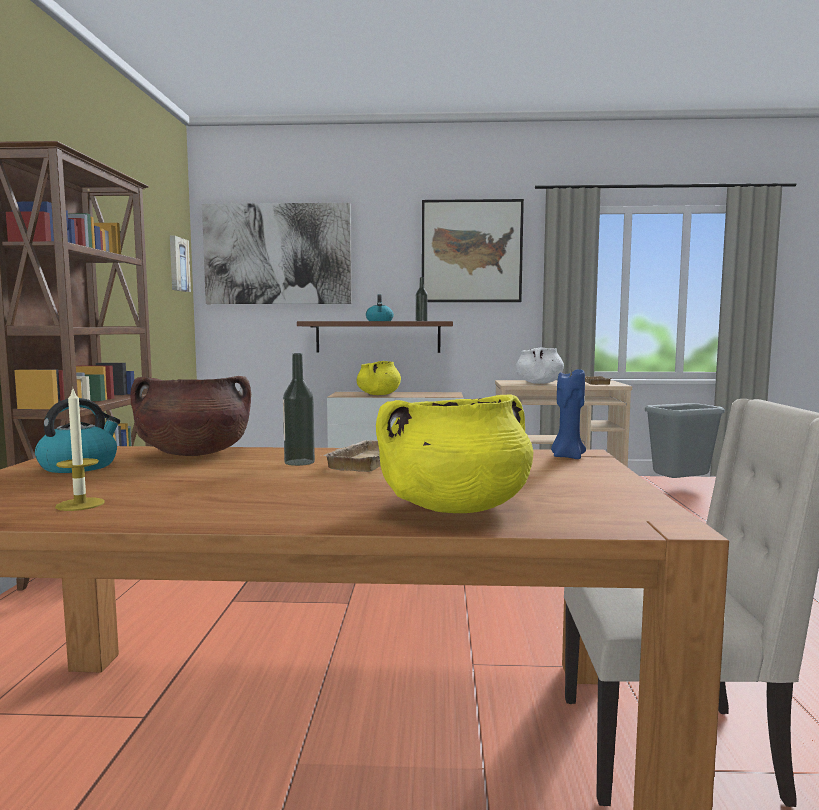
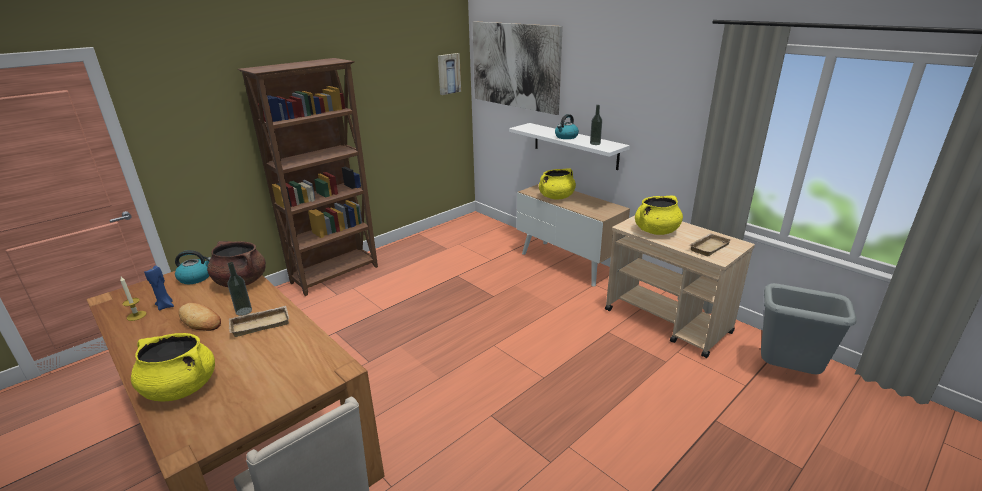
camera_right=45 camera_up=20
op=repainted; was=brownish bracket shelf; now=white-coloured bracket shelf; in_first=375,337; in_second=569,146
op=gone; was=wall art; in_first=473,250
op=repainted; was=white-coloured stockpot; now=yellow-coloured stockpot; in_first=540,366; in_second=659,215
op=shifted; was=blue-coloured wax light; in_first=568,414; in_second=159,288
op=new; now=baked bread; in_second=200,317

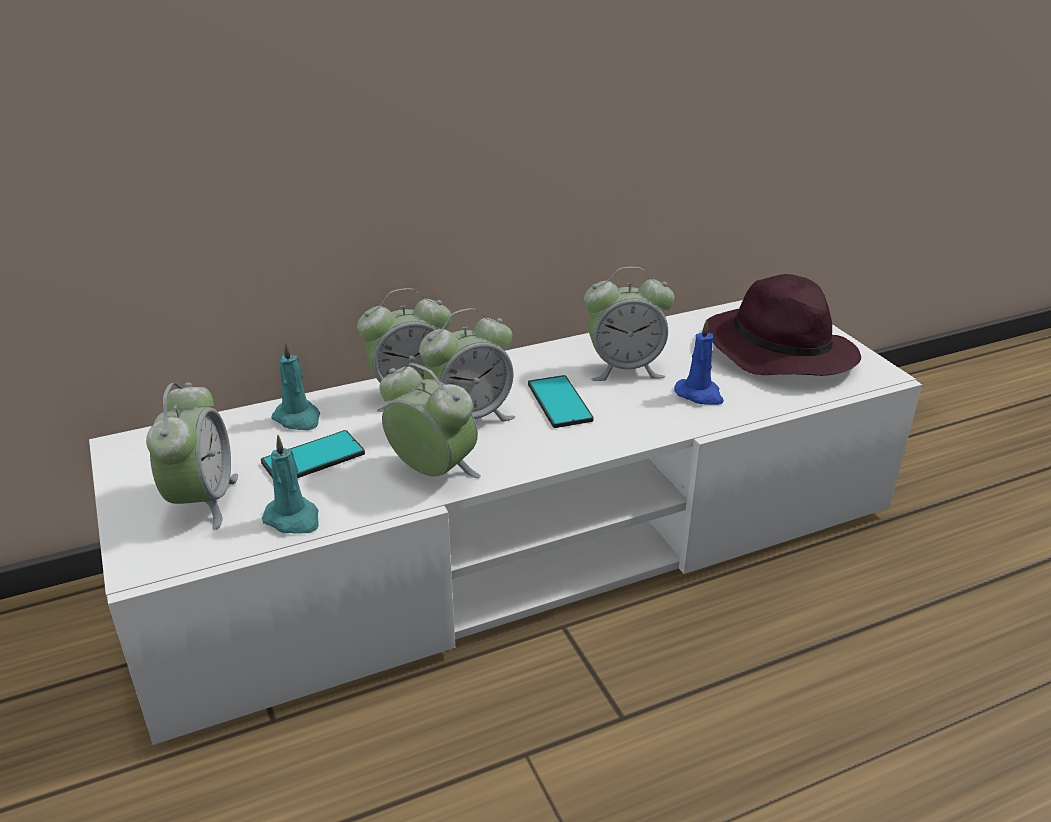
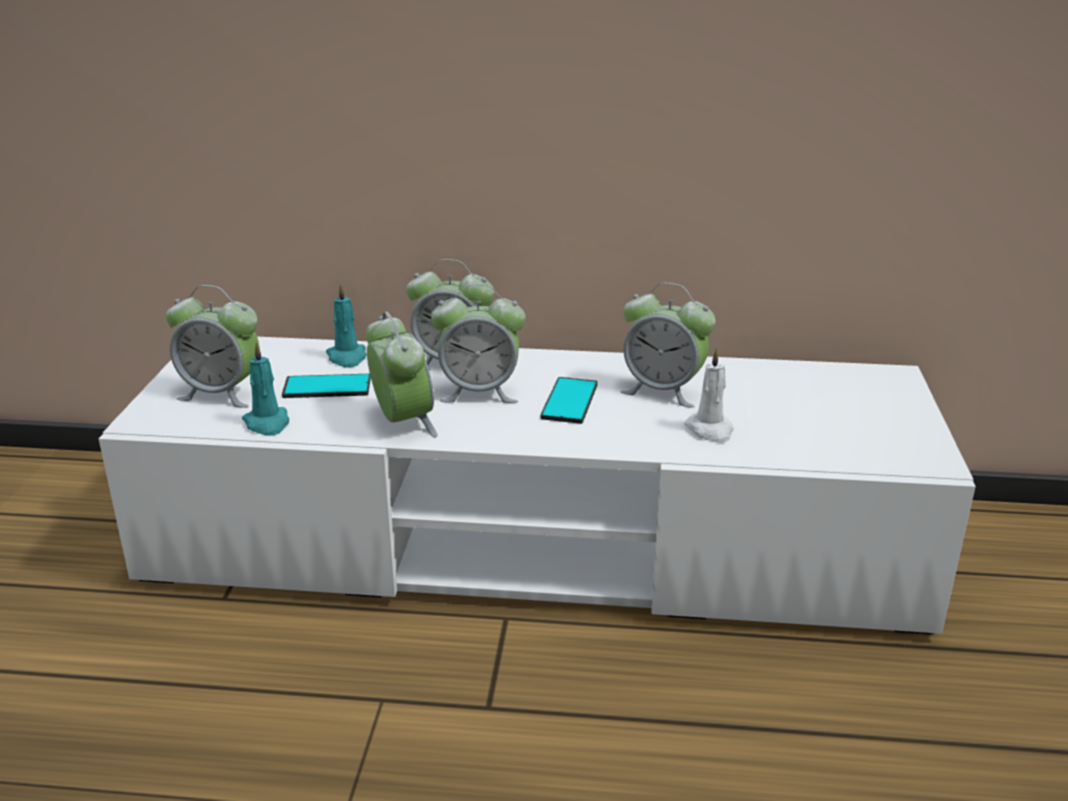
camera_right=30 camera_up=-5
op=rotated; was=bedside clock; in_first=192,456; in_second=213,346; clockwise=75
op=repainted; was=blue-coloured wax light; now=white-coloured wax light; in_first=699,362; in_second=709,395
op=gone; was=purplish clothing hat; in_first=784,325

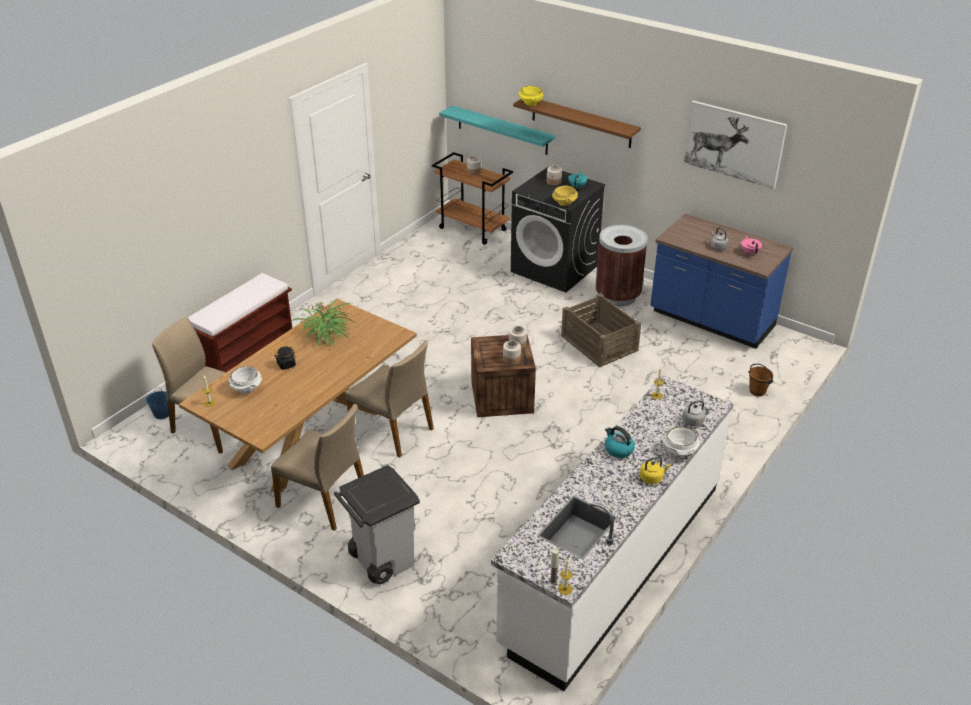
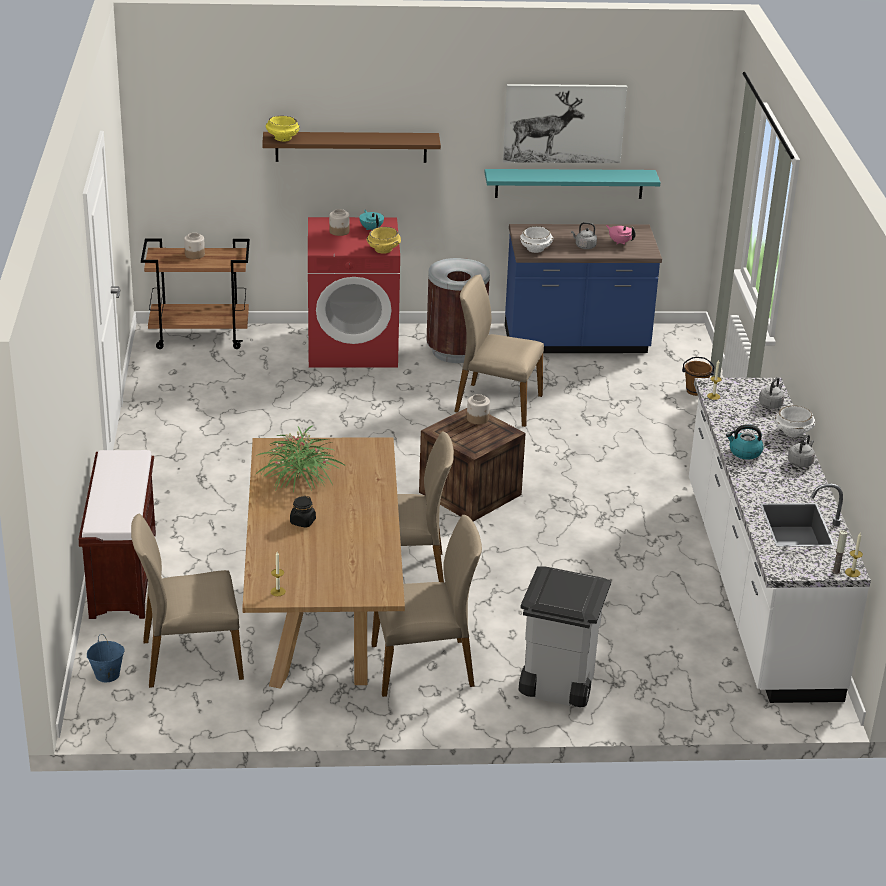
camera_right=-40 camera_up=-5
op=shifted; was=white-coloured deep dish; in_first=245,379; in_second=537,239
op=shifted; was=turquoise bracket shelf; in_first=497,130; in_second=573,184
op=gone; was=jar; in_first=512,352
op=repainted; was=blackish laundry appliance; now=red-coloured laundry appliance; in_first=558,230; in_second=354,292
op=swapped; was=packing crate; now=beige-coloured chair; in_first=601,330; in_second=499,350
op=repainted; was=yellow-coloured tea kettle; now=gray tea kettle; in_first=655,470; in_second=801,450

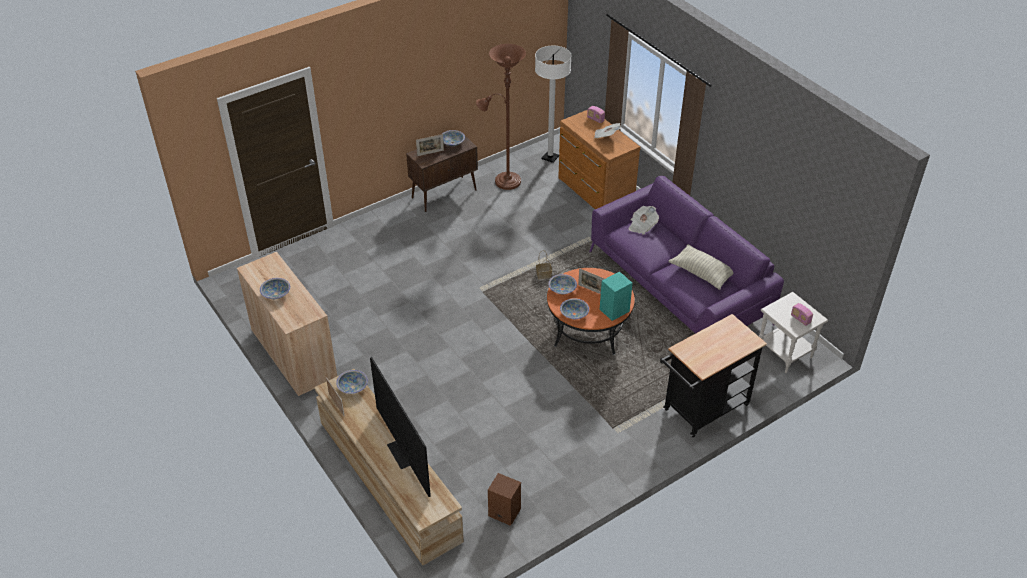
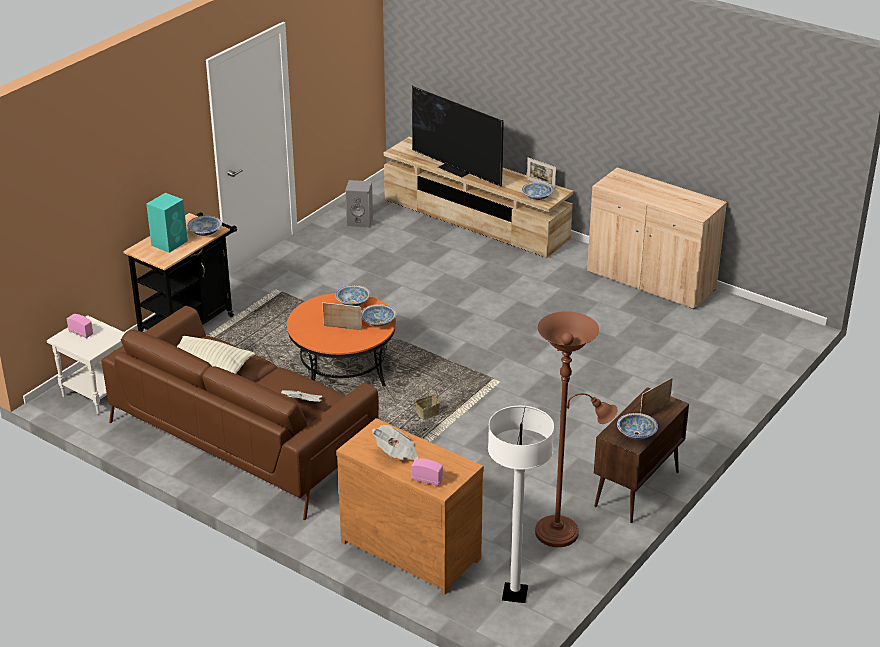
camera_right=160 camera_up=-10
op=shifted; was=deep dish; in_first=275,288; in_second=204,226
op=repainted; was=brownish loudspeaker; now=gray loudspeaker; in_first=504,499; in_second=359,204
op=repainted; was=purplish sofa; now=brownish sofa; in_first=686,255; in_second=240,413
op=shifted; was=turquoise loudspeaker; in_first=616,296; in_second=167,223

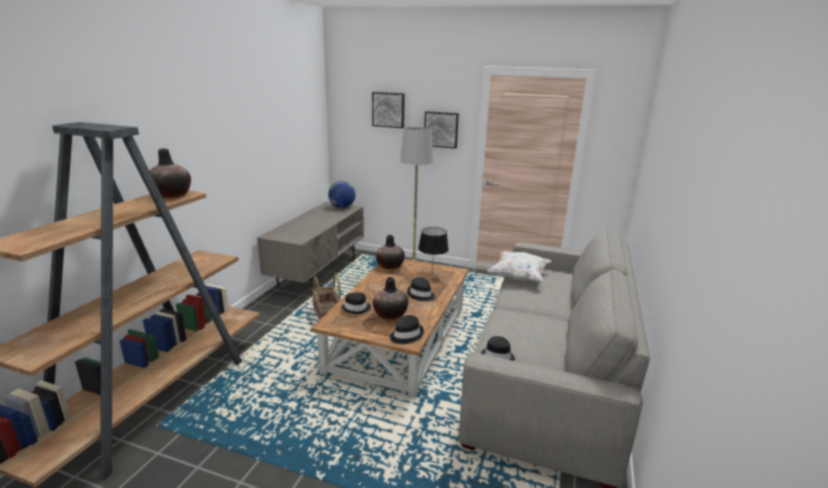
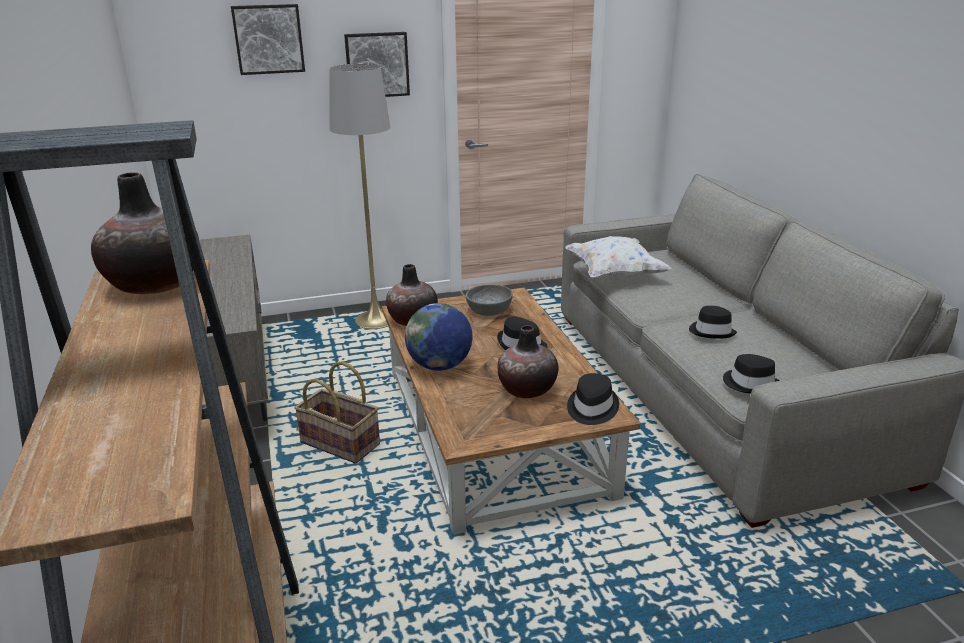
camera_right=-35 camera_up=5
op=shifted; was=globe; in_first=342,194; in_second=438,337
op=shifted; was=blackish clothing hat; in_first=356,303; in_second=713,322
op=swapped; was=blackish lamp for a table; now=gray deep dish; in_first=433,250; in_second=489,300

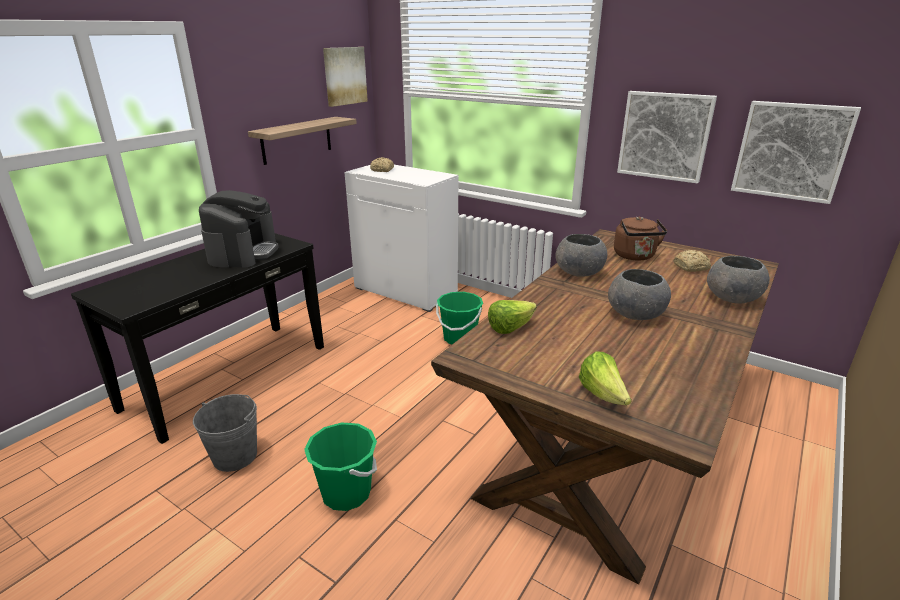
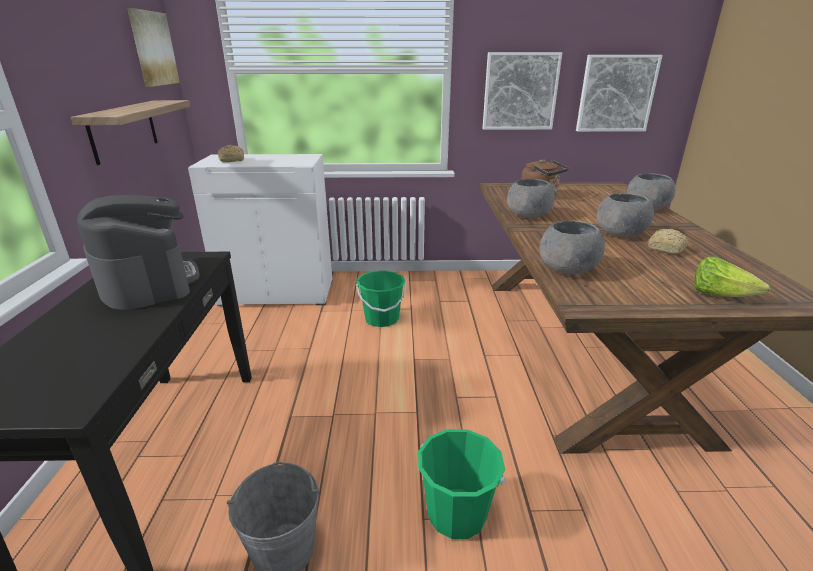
camera_right=-35 camera_up=0
op=swapped; was=lettuce; now=gray deep dish; in_first=512,317; in_second=572,248
op=shifted; was=baked bread; in_first=692,261; in_second=668,242

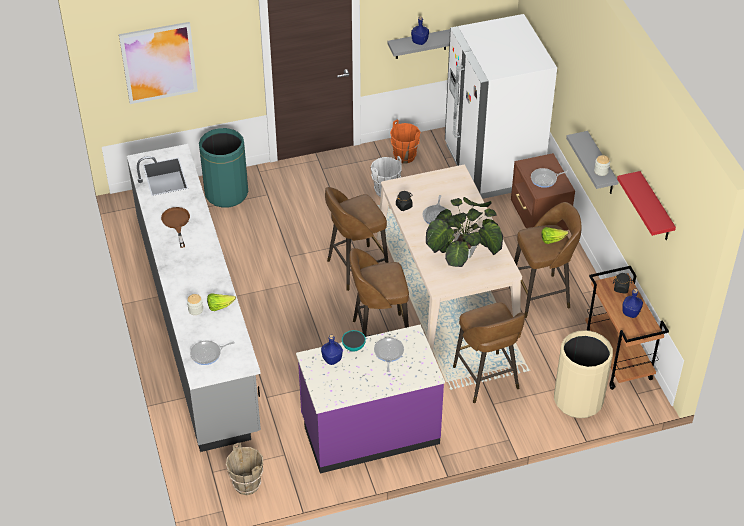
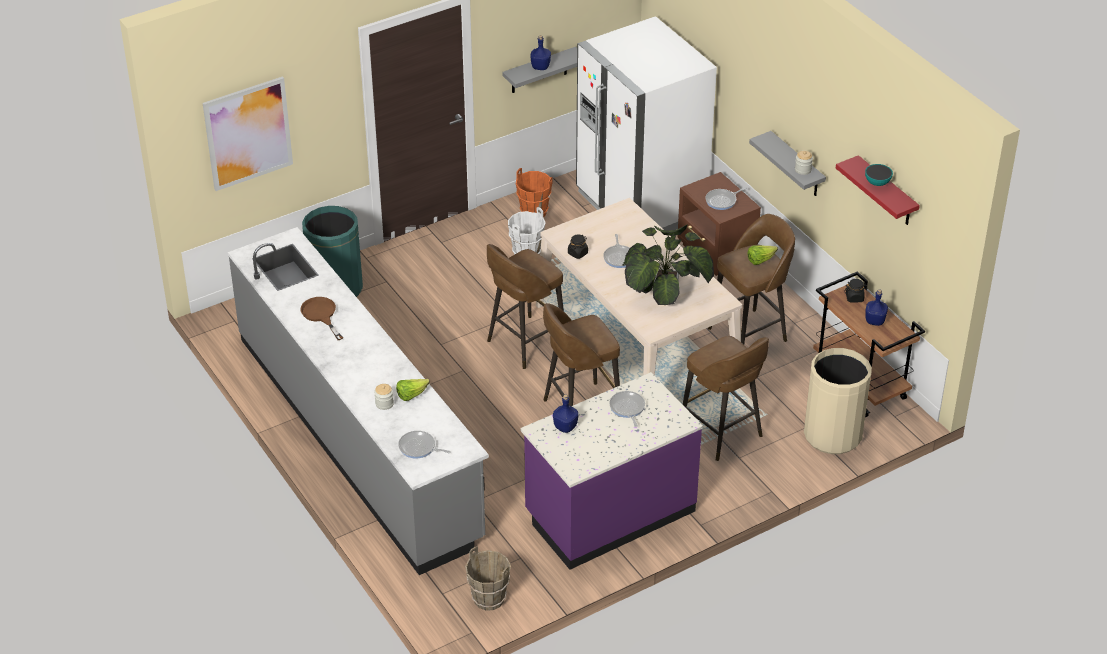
camera_right=-15 camera_up=-5
op=rotated; was=pan; in_first=212,352; in_second=424,445; clockwise=60
op=shifted; was=deep dish; in_first=354,340; in_second=879,175

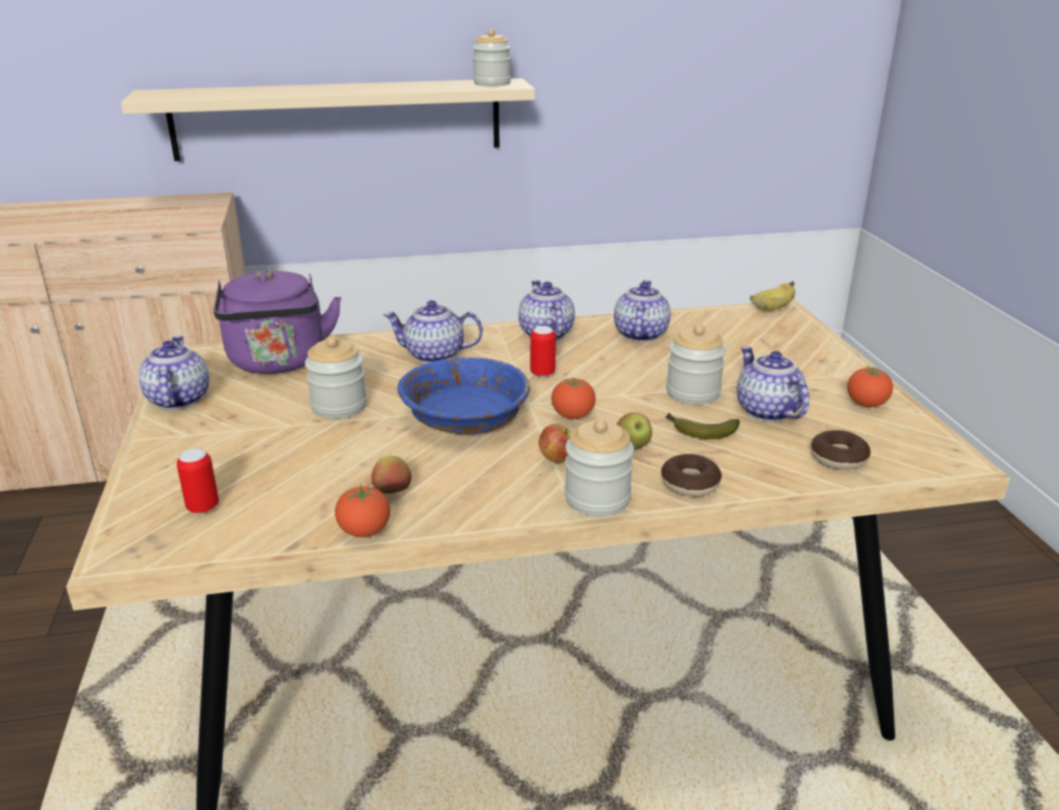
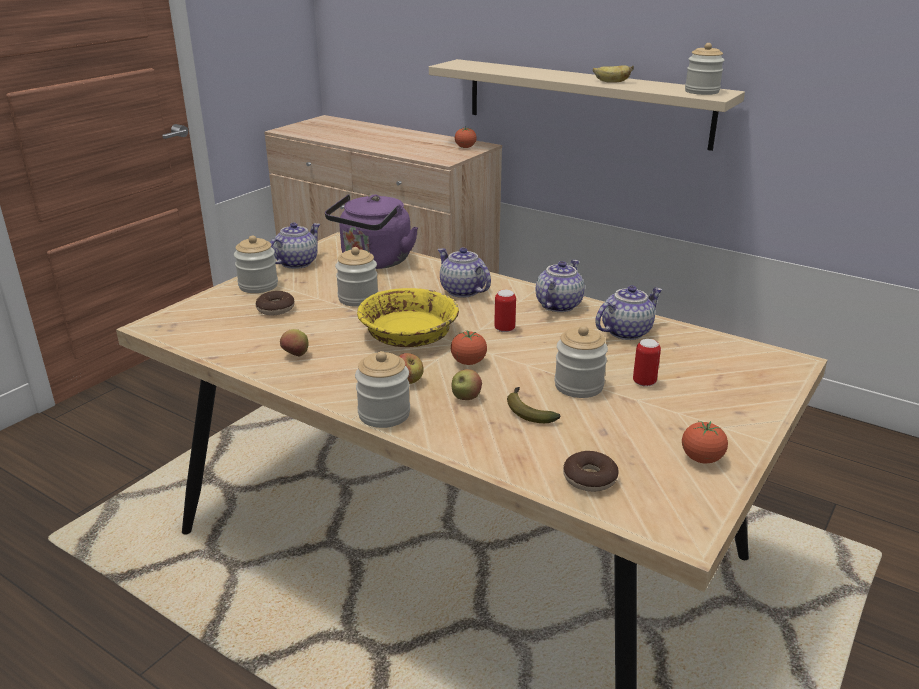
camera_right=45 camera_up=0
op=shifted; was=sealed can; in_first=198,481; in_second=647,363
op=shifted; was=whole tomato; in_first=362,510; in_second=466,137
op=repainted; was=blue-coloured deep dish; now=yellow-coloured deep dish; in_first=463,395; in_second=408,317
op=shifted; was=donut; in_first=691,475; in_second=275,303
op=gone; was=pot for tea; in_first=773,384
op=shifted; was=banana fruit; in_first=772,296; in_second=613,74
op=new; now=jar; in_second=256,264

